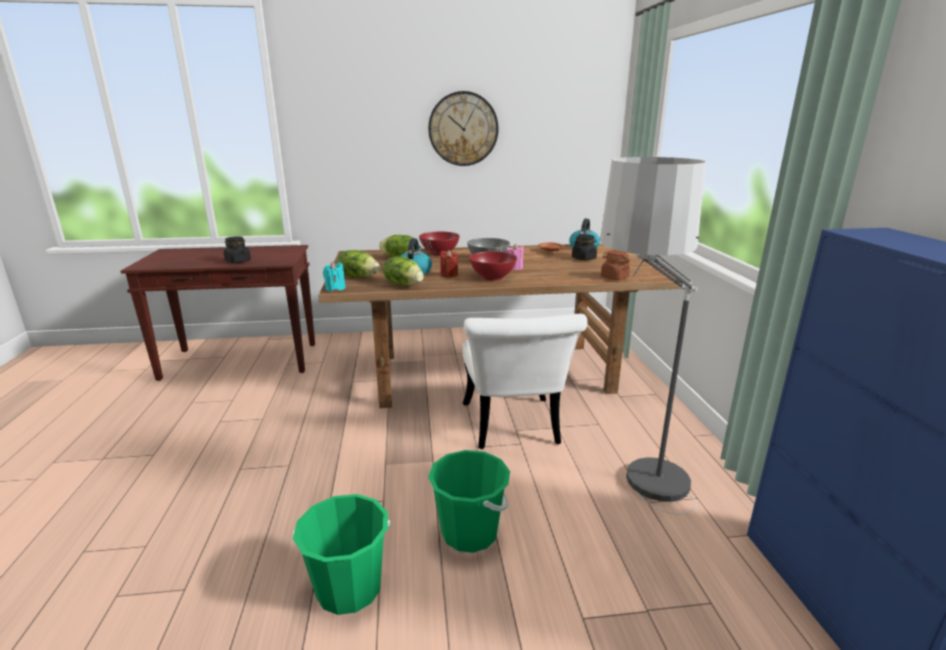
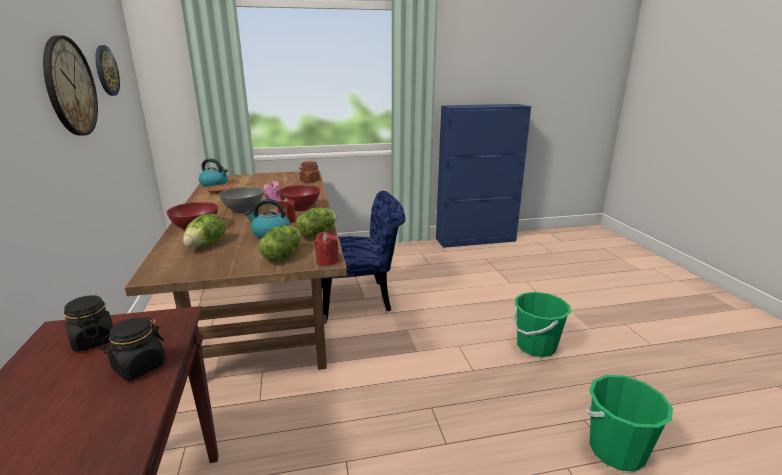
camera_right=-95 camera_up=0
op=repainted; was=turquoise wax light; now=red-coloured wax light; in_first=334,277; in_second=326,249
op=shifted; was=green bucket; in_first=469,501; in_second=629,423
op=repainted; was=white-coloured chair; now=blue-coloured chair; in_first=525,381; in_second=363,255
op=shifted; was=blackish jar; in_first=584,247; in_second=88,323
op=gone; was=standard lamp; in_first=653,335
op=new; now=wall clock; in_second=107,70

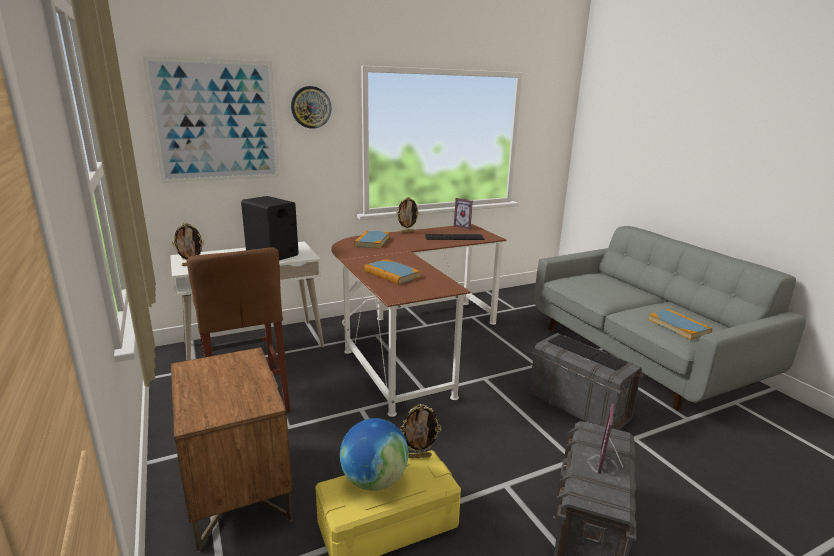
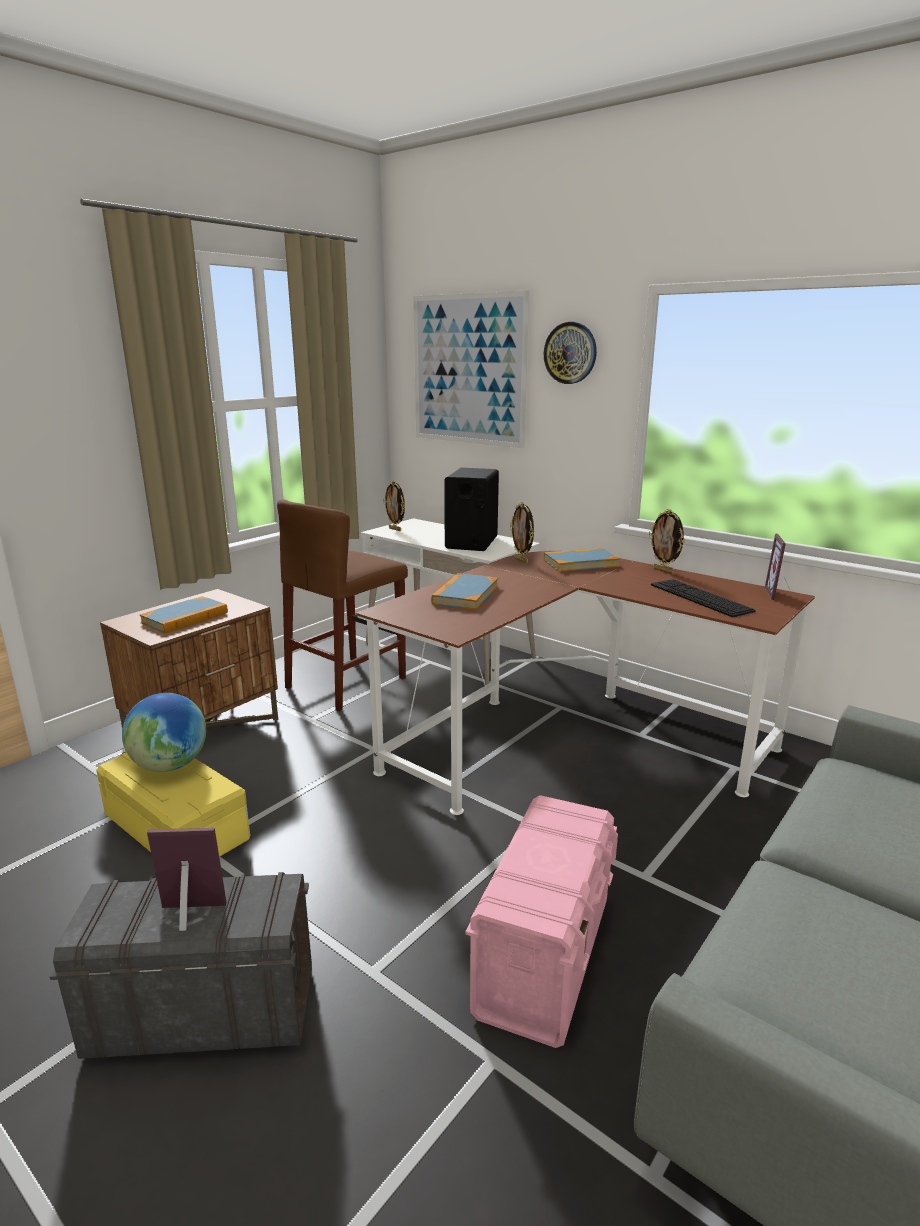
camera_right=65 camera_up=0
op=shifted; was=standing frame; in_first=420,431; in_second=522,532
op=repainted; was=gray storage box; now=pink-coloured storage box; in_first=586,381; in_second=541,921
op=gone; was=PC keyboard; in_first=587,352
op=shifted; was=bound book; in_first=680,324; in_second=184,614

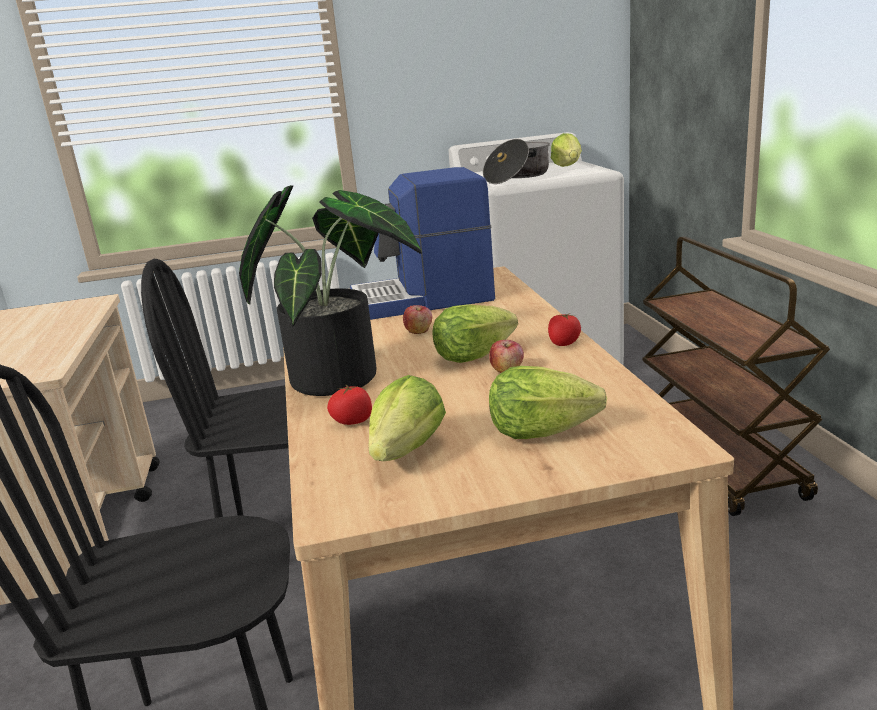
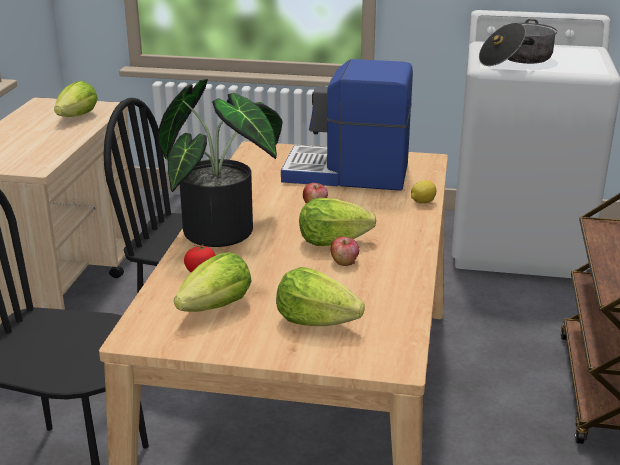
camera_right=20 camera_up=5
op=gone; was=whole tomato; in_first=564,329
op=shifted; was=lettuce; in_first=566,150; in_second=76,98
op=new; now=whole lemon; in_second=423,192

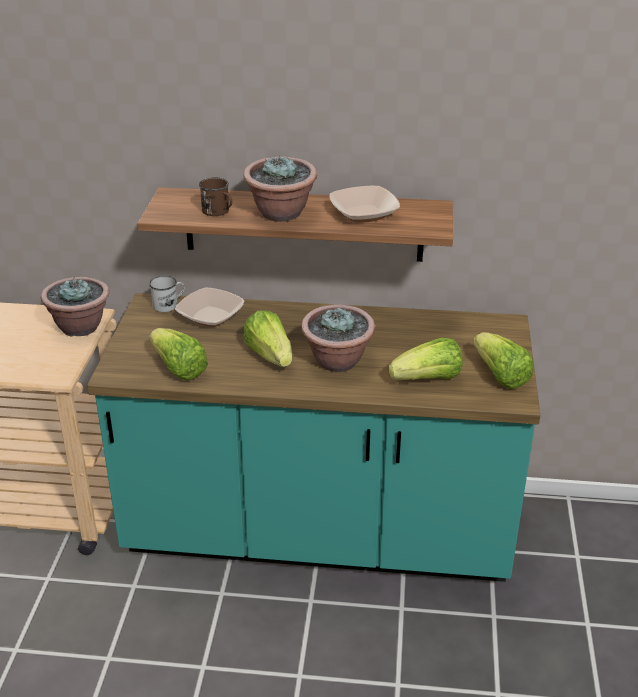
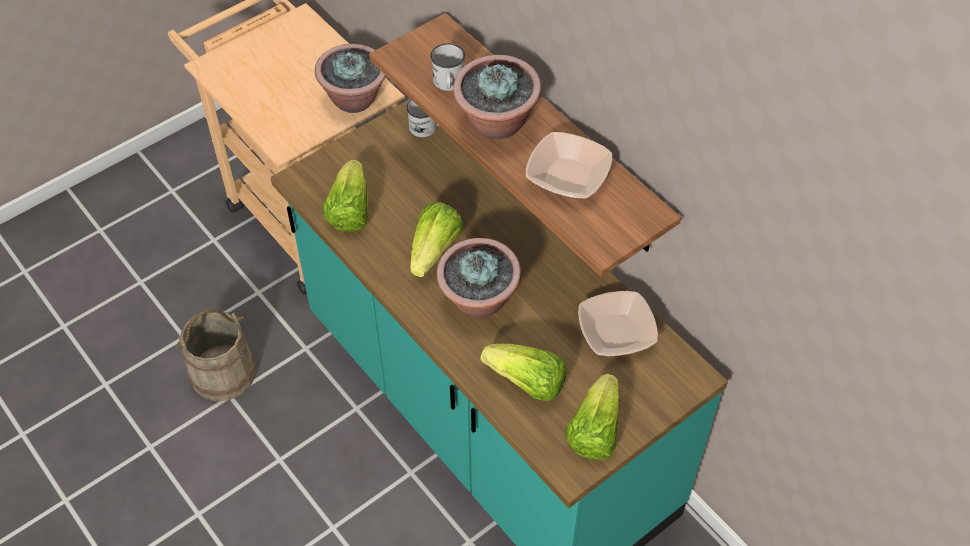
camera_right=45 camera_up=20
op=shifted; was=deep dish; in_first=210,307; in_second=618,323
op=repainted; was=brownish coffee mug; now=white-coloured coffee mug; in_first=215,196; in_second=447,67
op=new; now=beige-coloured bucket; in_second=215,355

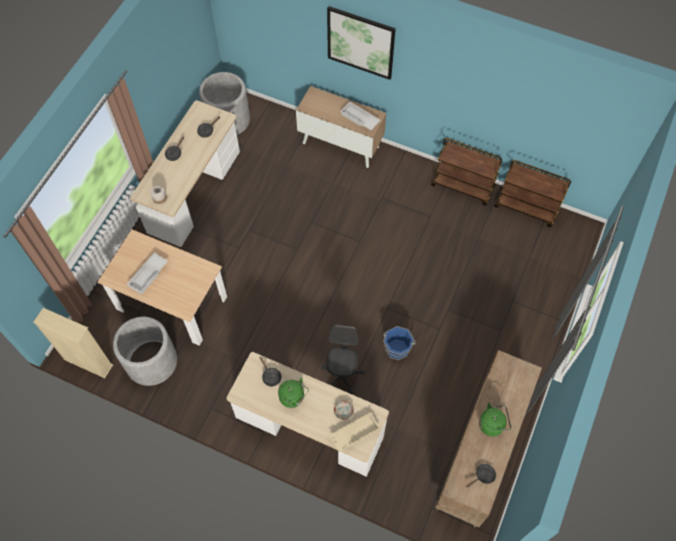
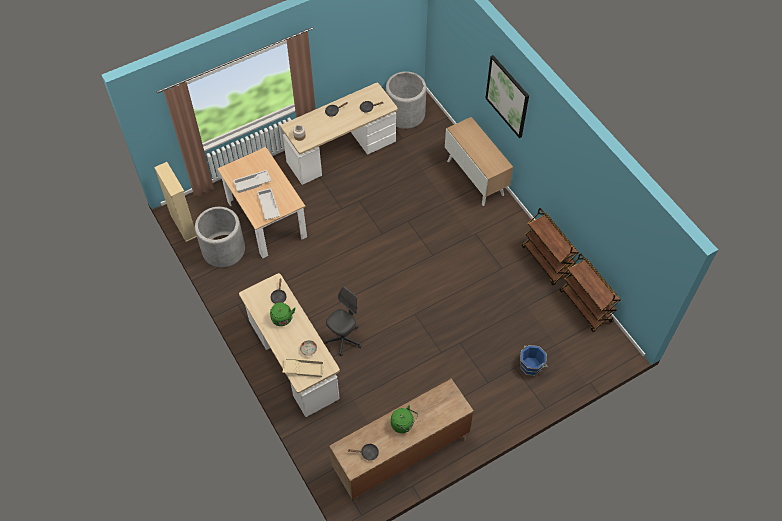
camera_right=35 camera_up=-5
op=shifted; was=white-coloured carrying tray; in_first=360,116; in_second=268,204
op=shifted; was=blue-coloured bucket; in_first=399,343; in_second=534,360

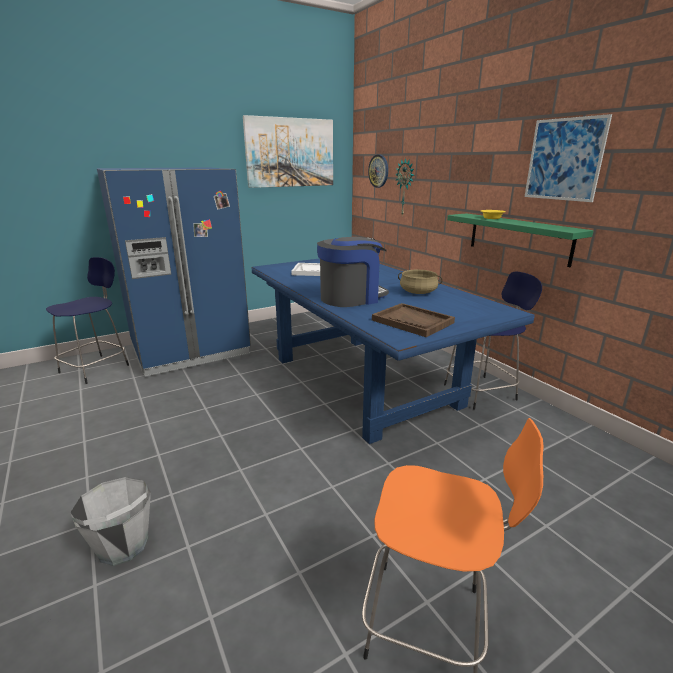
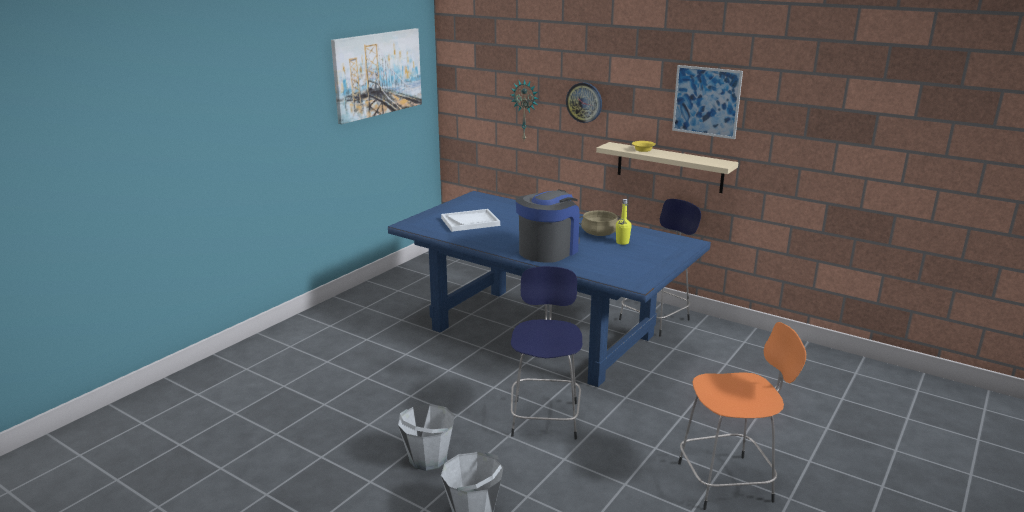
camera_right=-25 camera_up=0
op=shifted; was=blue-coloured stool; in_first=87,320; in_second=546,353
op=gone; was=blue-coloured fridge; in_first=174,272
op=shifted; was=wall clock; in_first=378,171; in_second=584,102
op=gone; was=brownish carrying tray; in_first=413,320
op=repainted; was=green bracket shelf; now=beige-coloured bracket shelf; in_first=520,240; in_second=667,167
op=new; now=gray bucket; in_second=426,437
op=new; now=yellow-coloured bottle; in_second=624,222

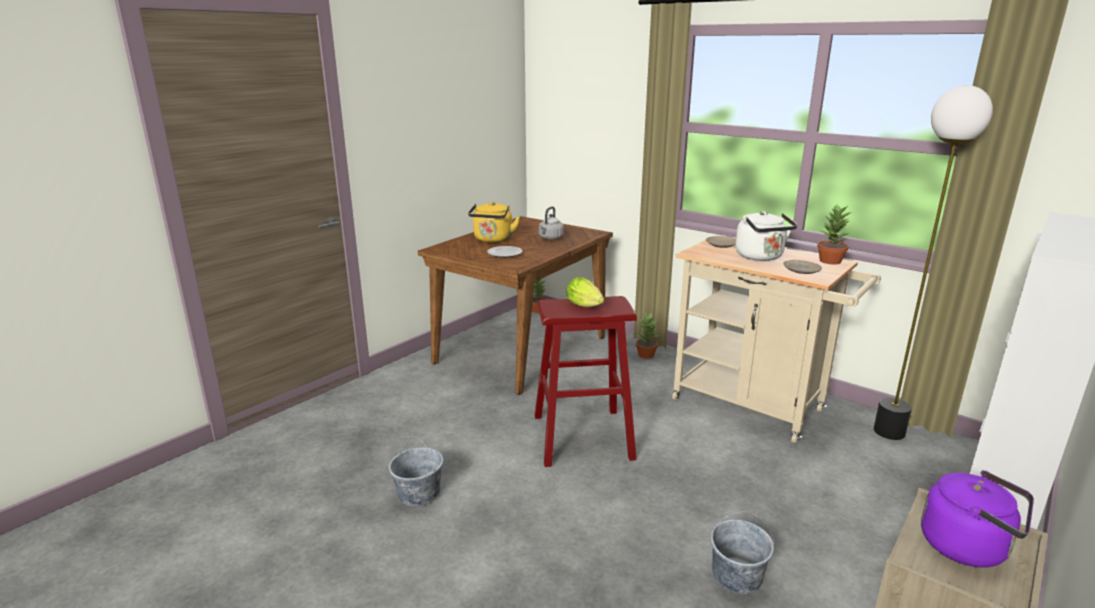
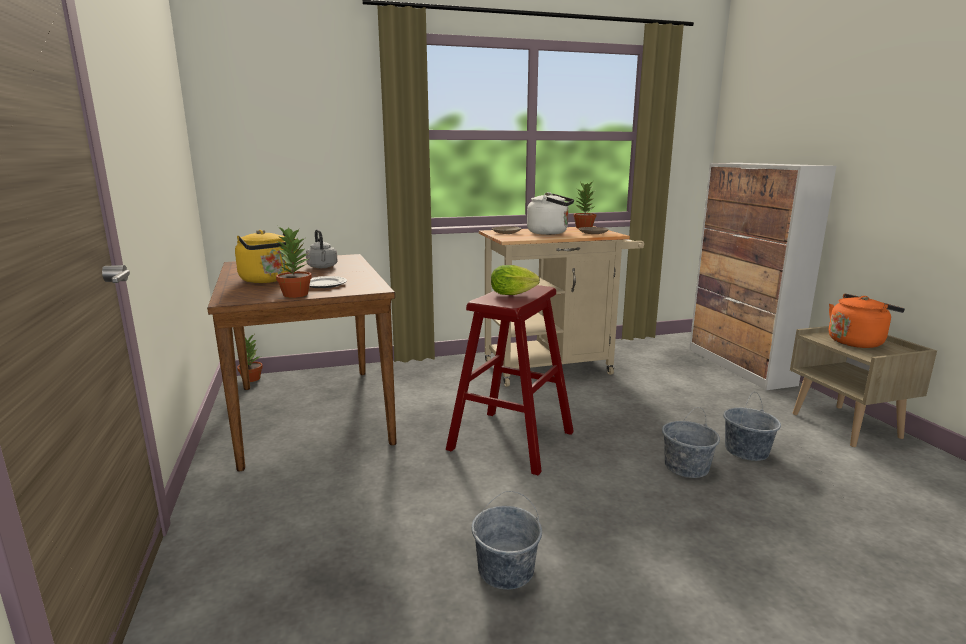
camera_right=-55 camera_up=-5
op=shifted; was=potted plant; in_first=647,335; in_second=293,262
op=gone; was=standard lamp; in_first=933,262
op=repainted; was=purplish tea kettle; now=orangey tea kettle; in_first=977,519; in_second=867,321
op=new; now=gray bucket; in_second=691,442

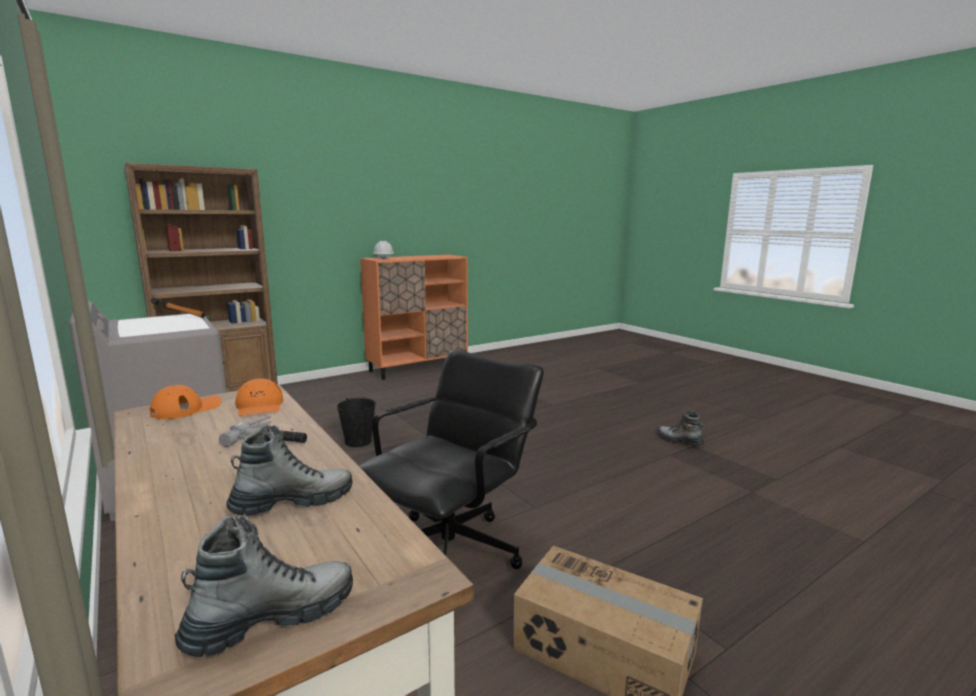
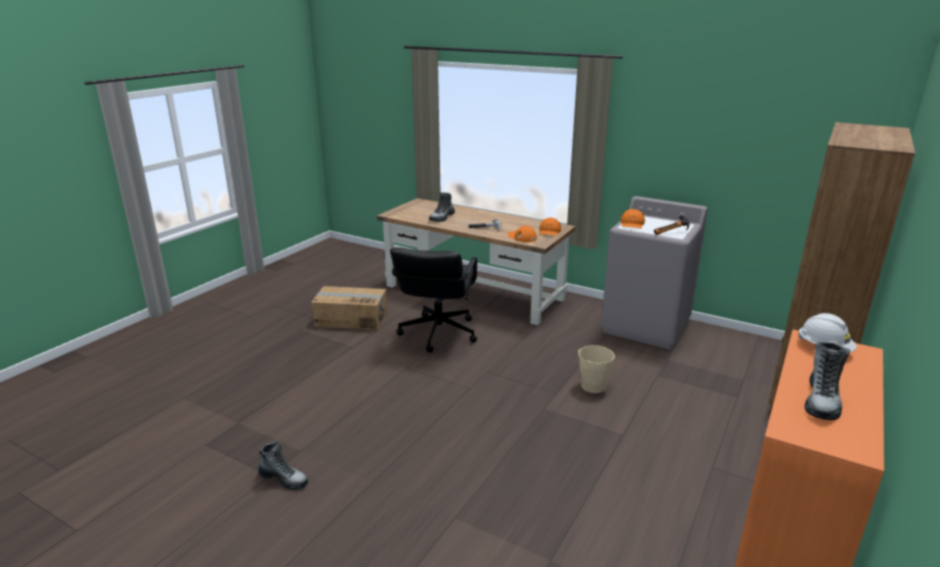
camera_right=155 camera_up=10
op=shifted; was=boot; in_first=264,586; in_second=827,381
op=repainted; was=blackish bucket; now=beige-coloured bucket; in_first=356,422; in_second=596,369
op=new; now=orangey peaked cap; in_second=633,218

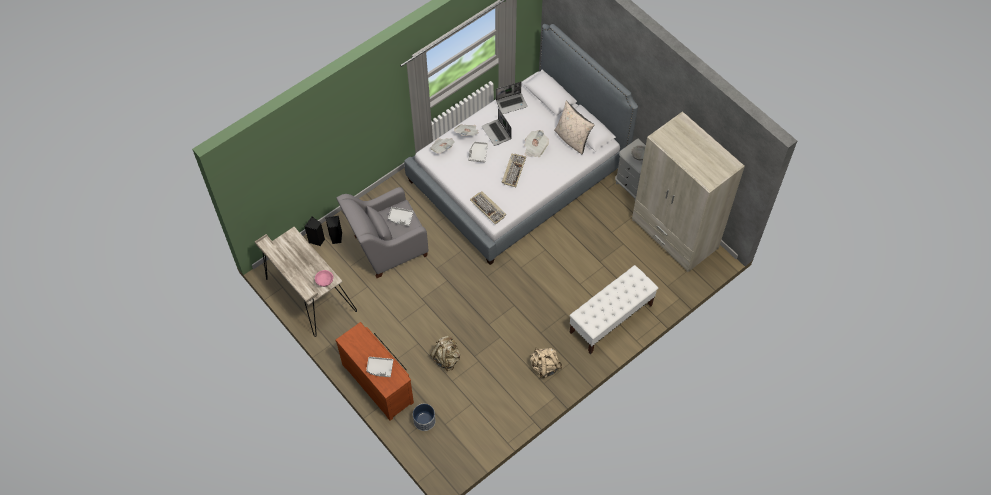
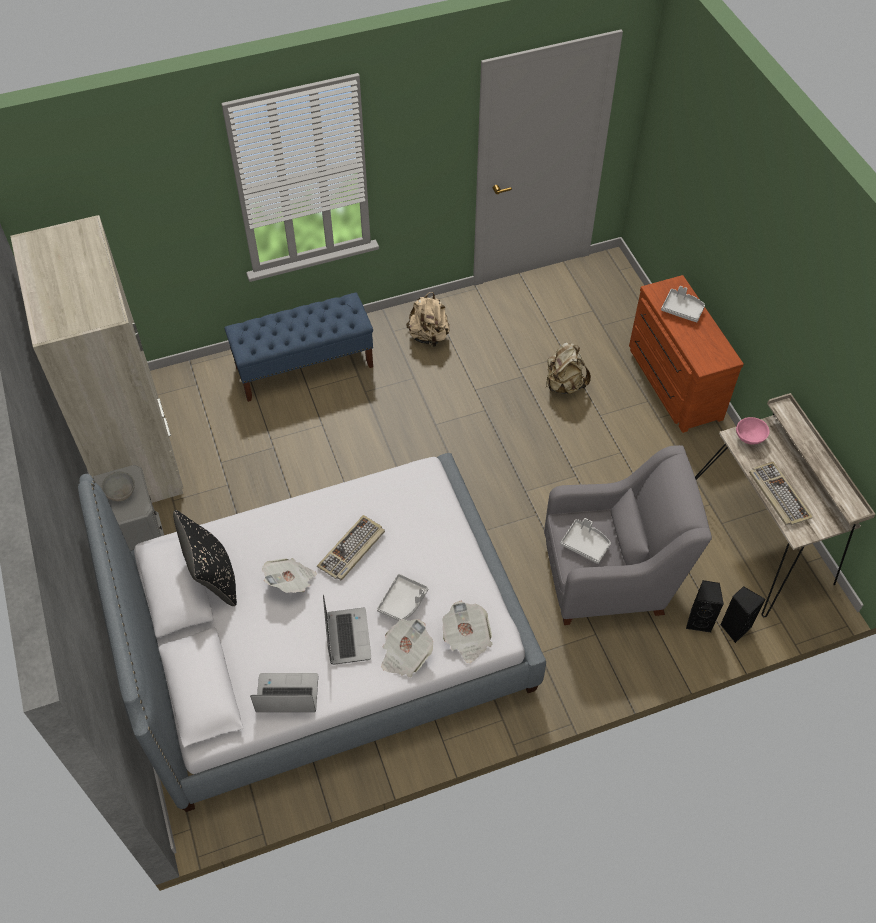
camera_right=-160 camera_up=-5
op=gone; was=planter; in_first=424,417
op=shifted; was=PC keyboard; in_first=488,208; in_second=781,494
op=repainted; was=beige-coloured pillow; now=blackish pillow; in_first=574,127; in_second=205,558
op=repainted; was=white-coloured indoor bench; now=blue-coloured indoor bench; in_first=613,309; in_second=299,347

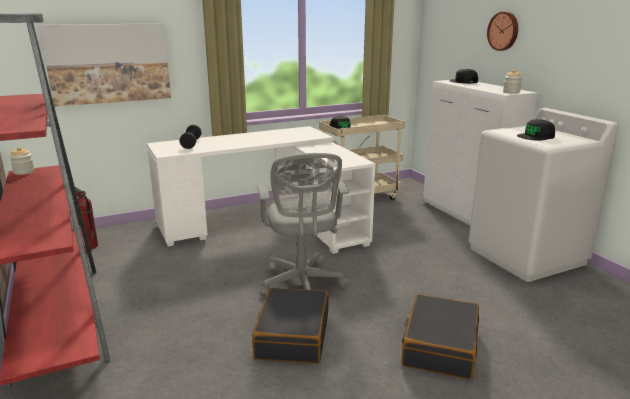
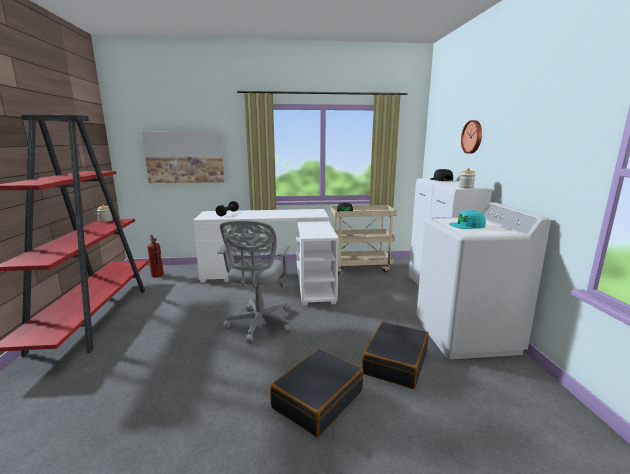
camera_right=20 camera_up=-5
op=shifted; was=blackish suitcase; in_first=290,326; in_second=395,355
op=repainted; was=blackish peaked cap; now=turquoise peaked cap; in_first=536,130; in_second=467,219

